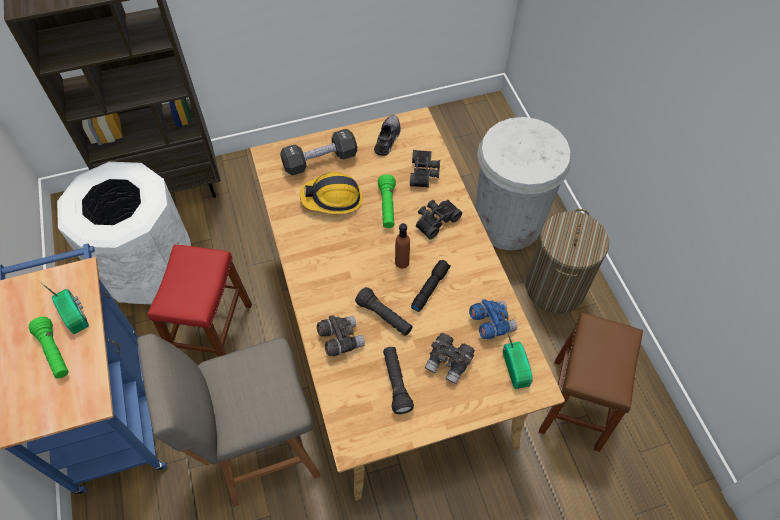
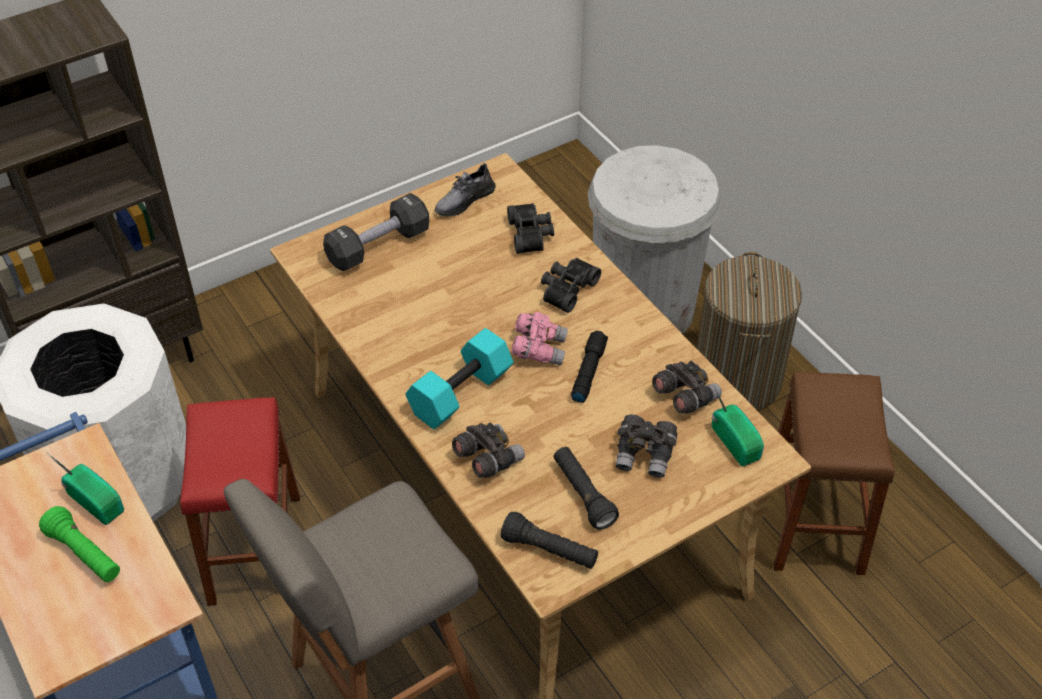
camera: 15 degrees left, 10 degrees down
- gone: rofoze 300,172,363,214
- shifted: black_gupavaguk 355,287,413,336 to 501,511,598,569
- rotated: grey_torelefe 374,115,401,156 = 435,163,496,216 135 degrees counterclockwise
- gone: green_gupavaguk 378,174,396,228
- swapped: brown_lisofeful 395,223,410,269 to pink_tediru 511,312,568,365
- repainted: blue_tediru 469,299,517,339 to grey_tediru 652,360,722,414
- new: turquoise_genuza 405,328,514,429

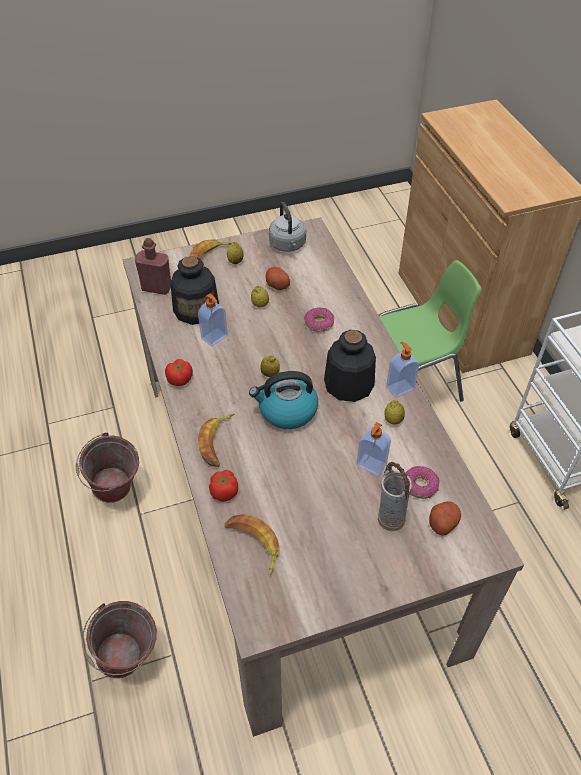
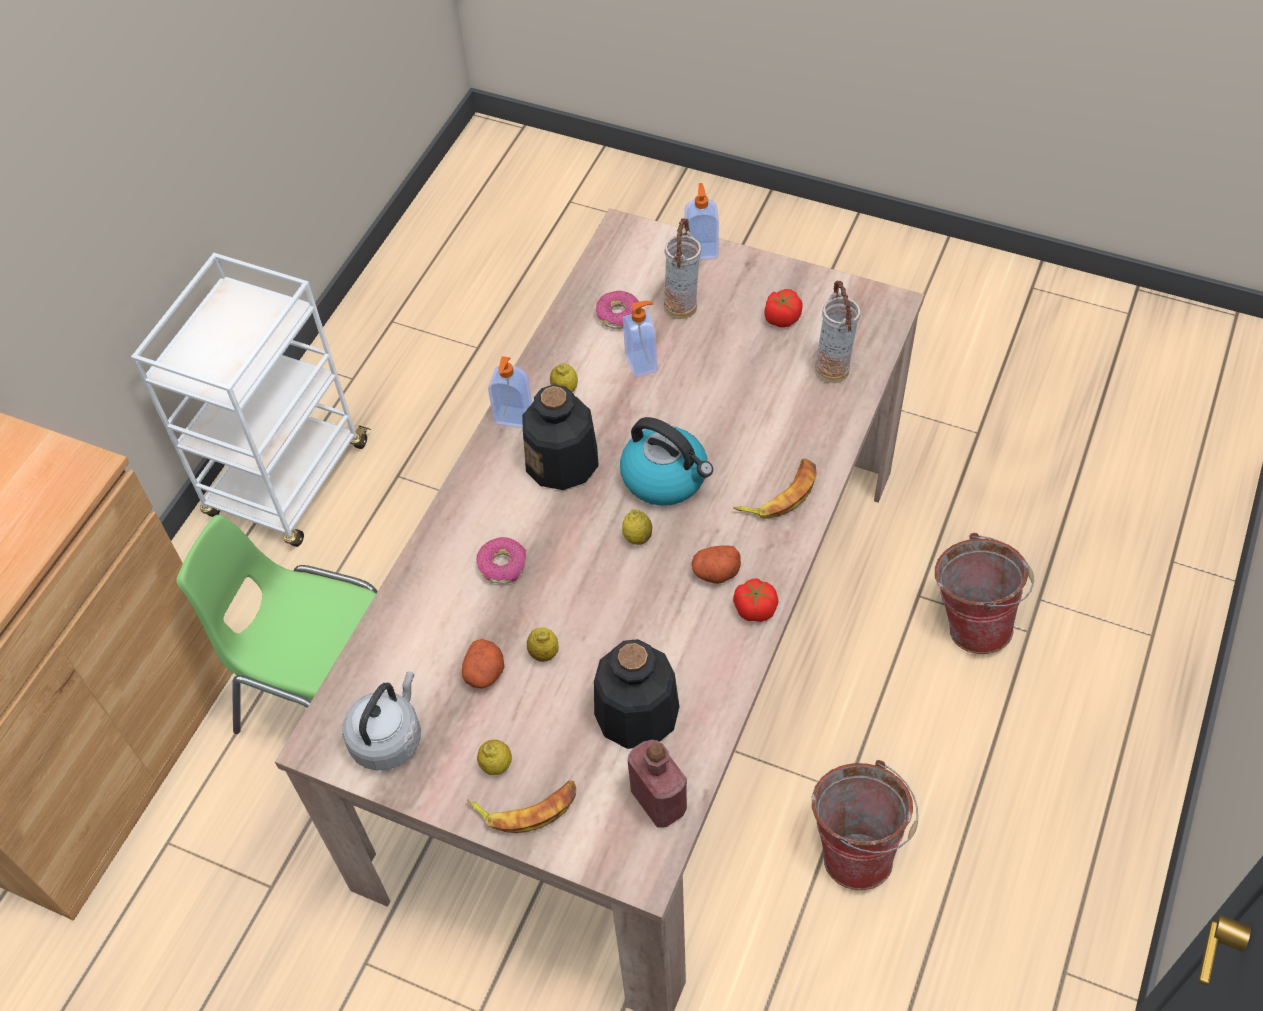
camera: 135 degrees left, 5 degrees up
- shifted: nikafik 198,294,228,346 to 684,183,719,260
- shifted: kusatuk 209,470,238,502 to 764,289,803,327
- swapped: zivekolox 224,514,280,575 to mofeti 814,281,861,383
- shifted: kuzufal 429,501,461,536 to 691,546,741,584

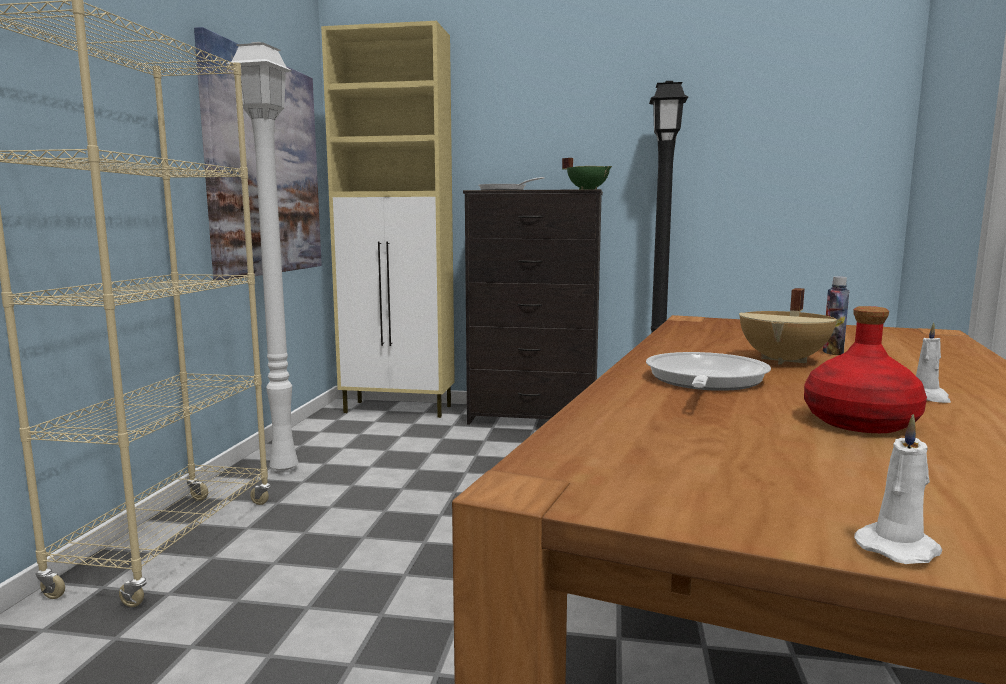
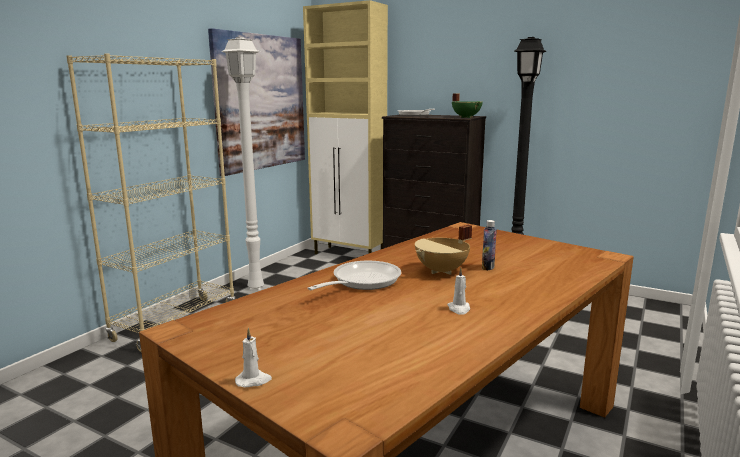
camera: 20 degrees right, 5 degrees up
- gone: red_lisofeful 804,306,927,433

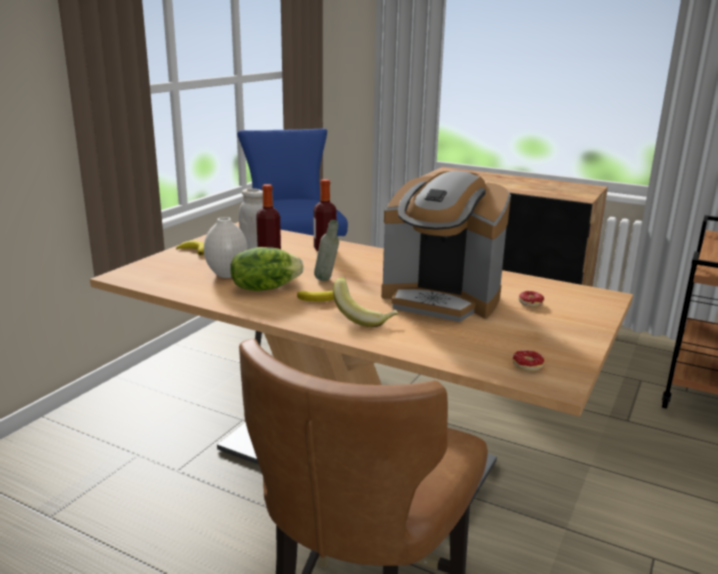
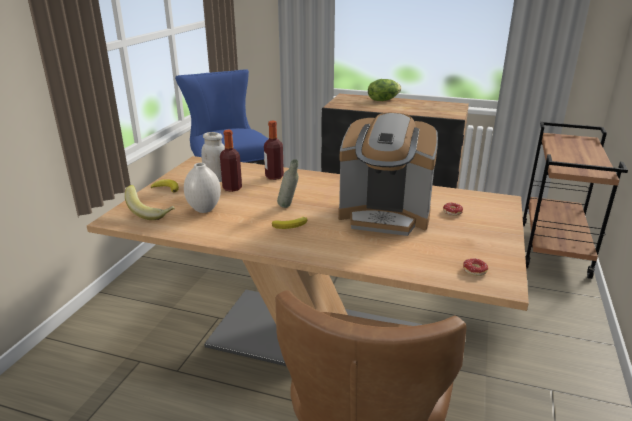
camera: 10 degrees left, 5 degrees up
- shifted: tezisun 230,247,303,291 to 368,79,401,101
- shifted: zivekolox 333,277,399,327 to 125,185,175,220

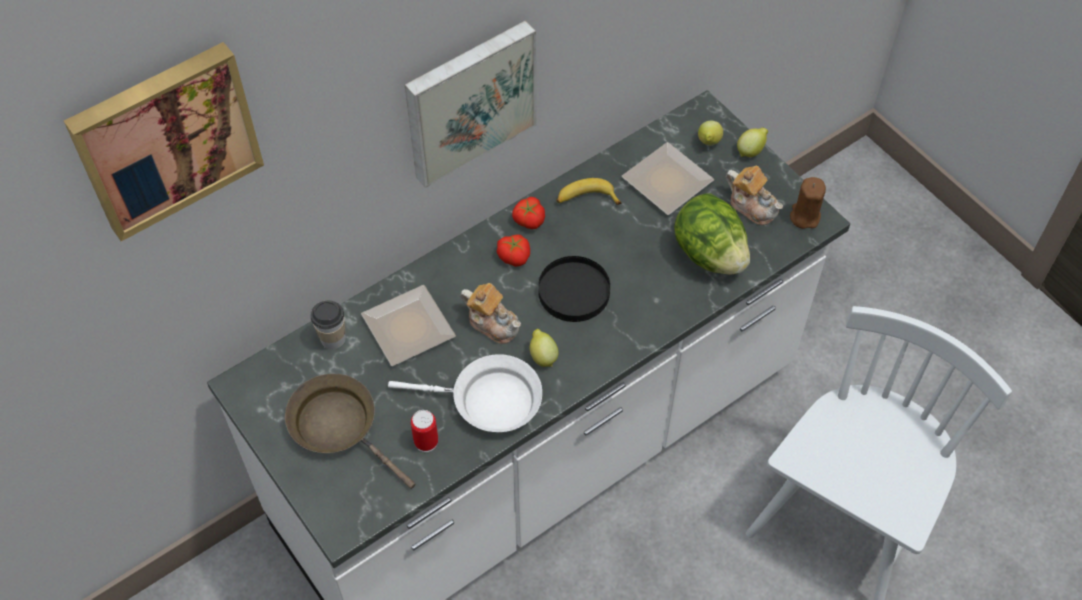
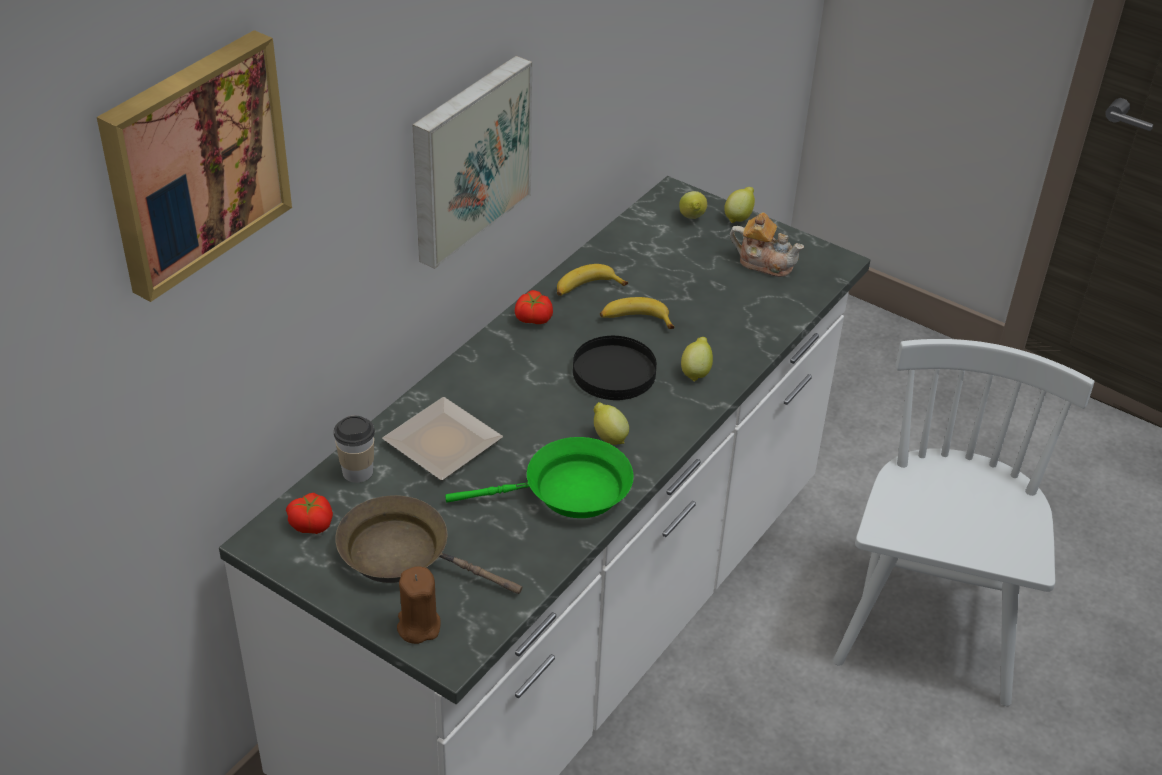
camera: 20 degrees left, 15 degrees down
- repainted: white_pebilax 388,354,542,432 to green_pebilax 445,437,634,518
- gone: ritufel 411,410,438,452
- gone: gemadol 460,283,521,344
- shifted: kusatuk 496,235,530,267 to 286,493,333,534
- gone: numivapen 622,142,714,215
- gone: tezisun 674,193,750,275
- shifted: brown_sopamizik 790,177,826,229 to 397,566,441,644
- new: zivekolox 600,297,674,329
- new: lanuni 681,337,713,382

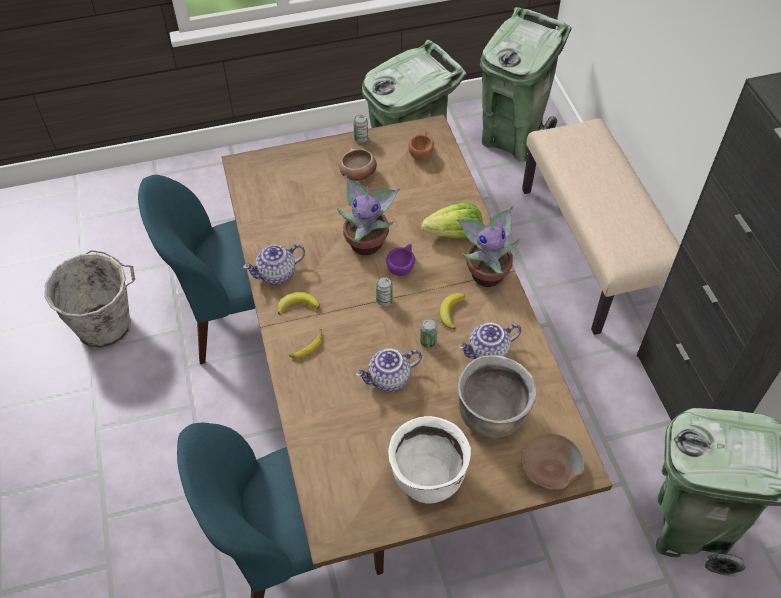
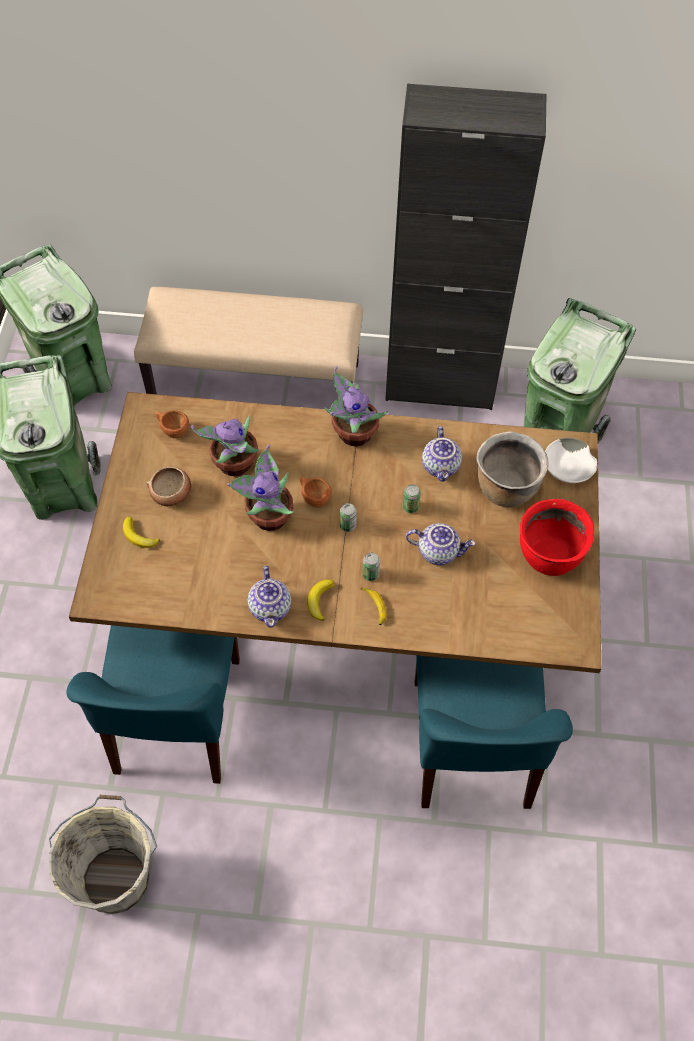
camera: 70 degrees left, 5 degrees up
- shifted: ritufel 353,115,368,143 to 362,552,380,581
- rotated: gemadol 355,348,422,392 = 406,523,476,565 75 degrees counterclockwise
- repainted: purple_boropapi 386,244,415,276 to brown_boropapi 300,476,332,507
- repainted: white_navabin 388,416,471,503 to red_navabin 520,499,594,576
- gone: tezisun 421,203,482,238
- shifted: zivekolox 439,293,465,330 to 123,517,160,548
- repainted: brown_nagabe 521,433,584,491 to white_nagabe 545,438,598,483
- new: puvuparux 191,416,259,476

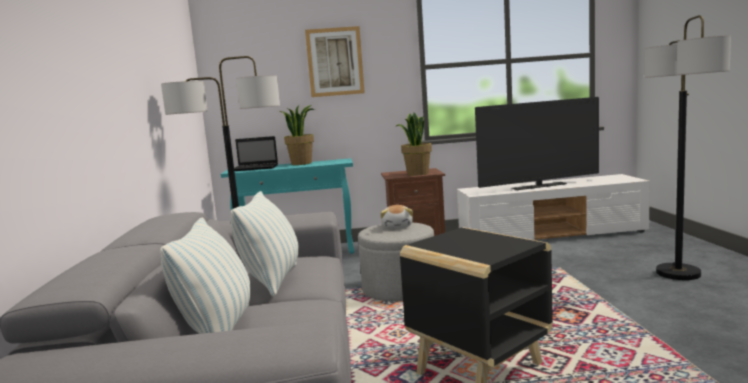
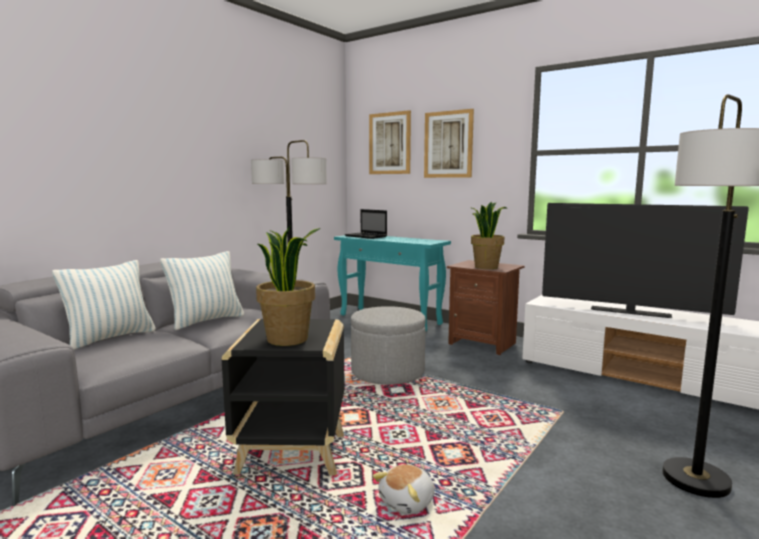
camera: 40 degrees right, 0 degrees up
- shifted: puvuparux 280,105,315,165 to 256,225,320,346
- shifted: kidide 380,205,413,229 to 373,464,435,514
- new: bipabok 369,110,411,174

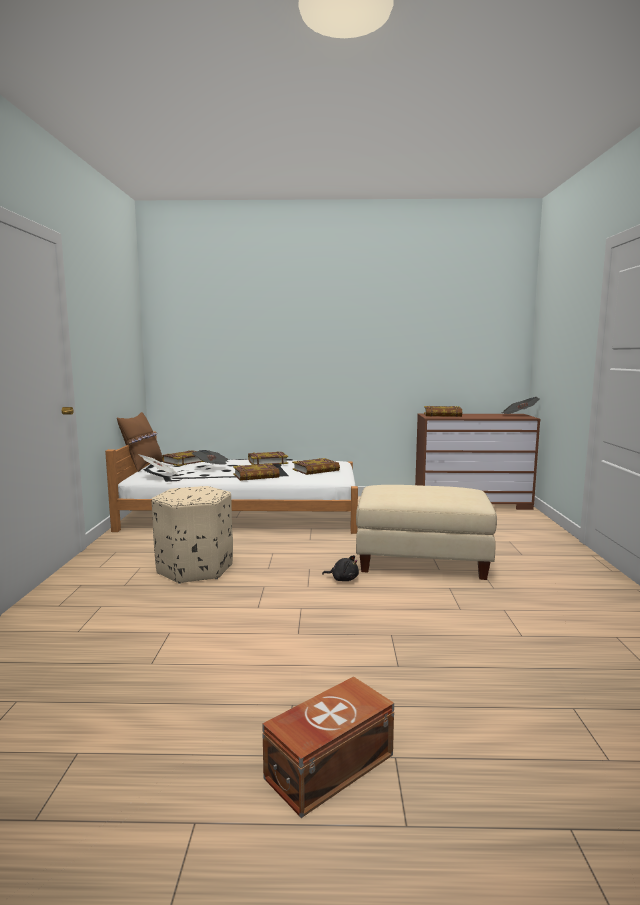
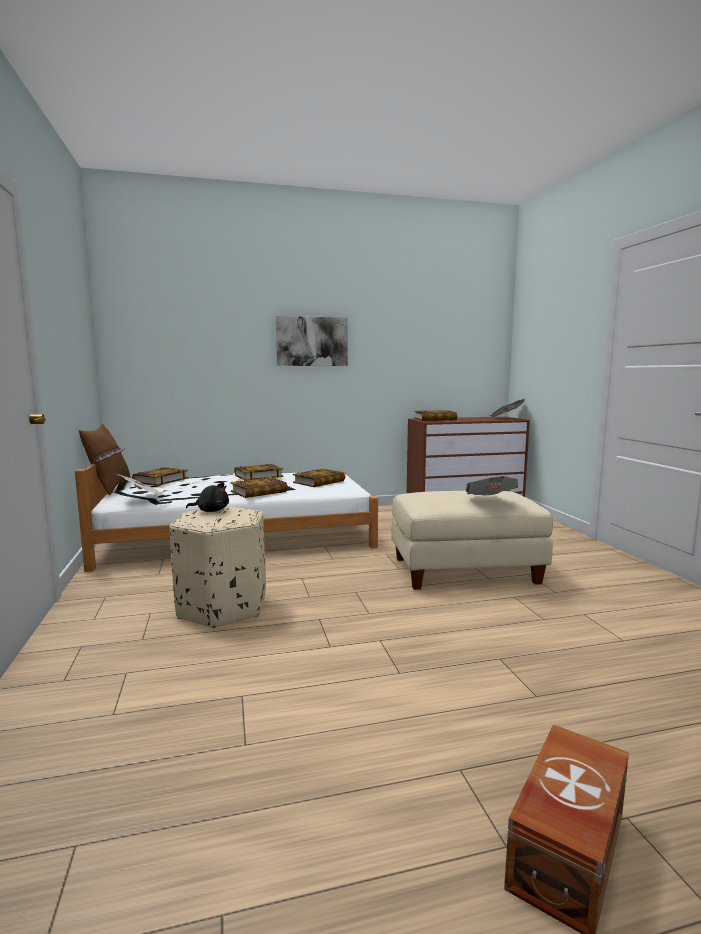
camera: 15 degrees left, 0 degrees up
- shifted: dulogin 192,450,229,465 to 466,476,518,495
- shifted: black_kidide 322,555,359,581 to 186,482,229,512
- new: bipabok 276,316,348,366

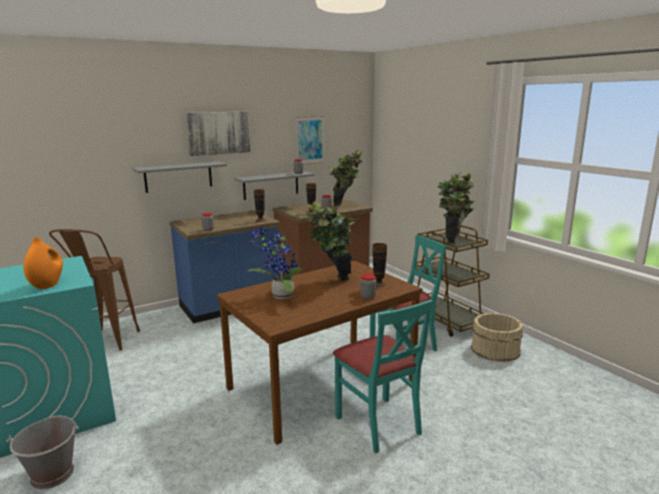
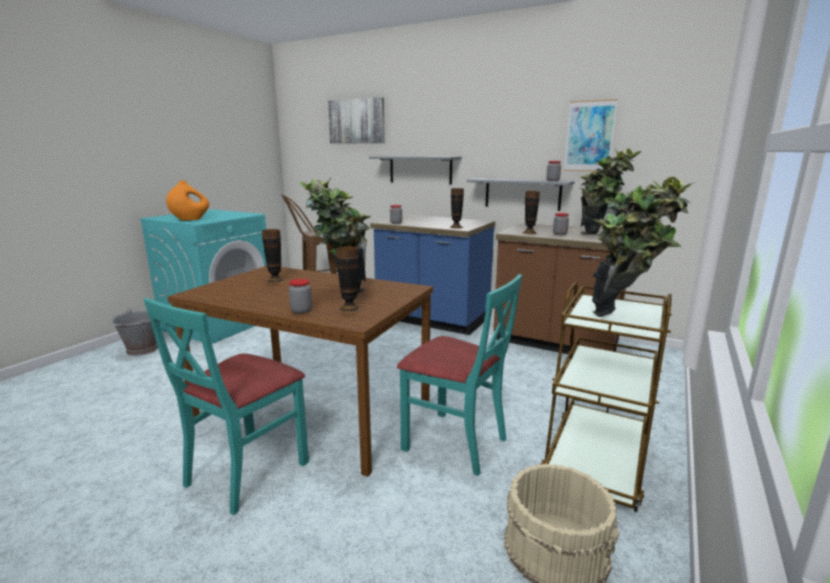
camera: 60 degrees right, 0 degrees up
- shifted: bipabok 186,112,251,156 to 328,97,385,144
- swapped: puvuparux 248,227,302,299 to mofeti 262,229,286,284

